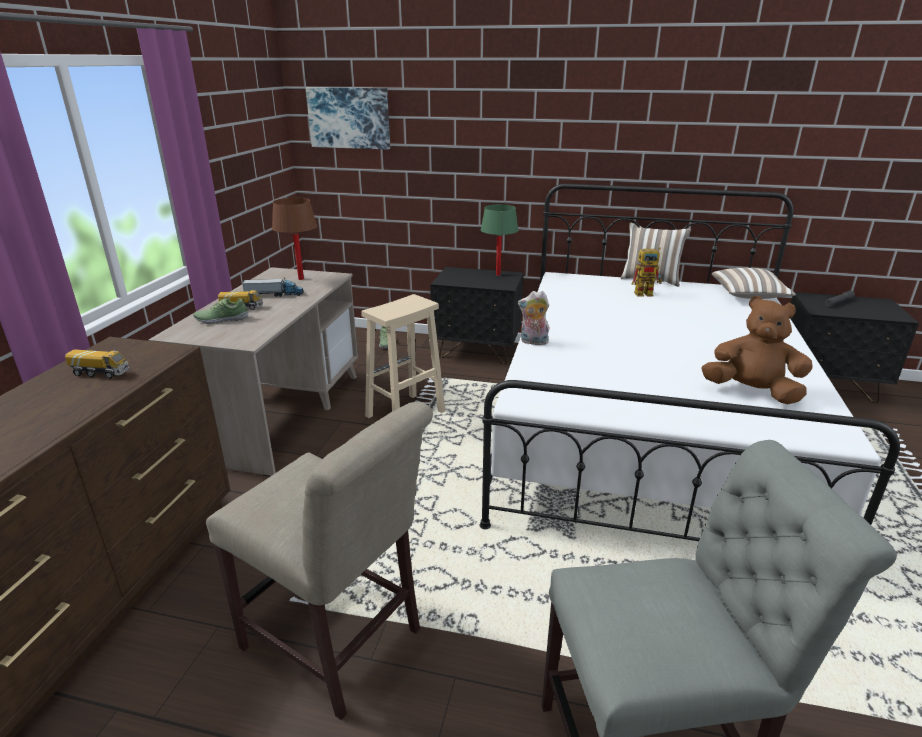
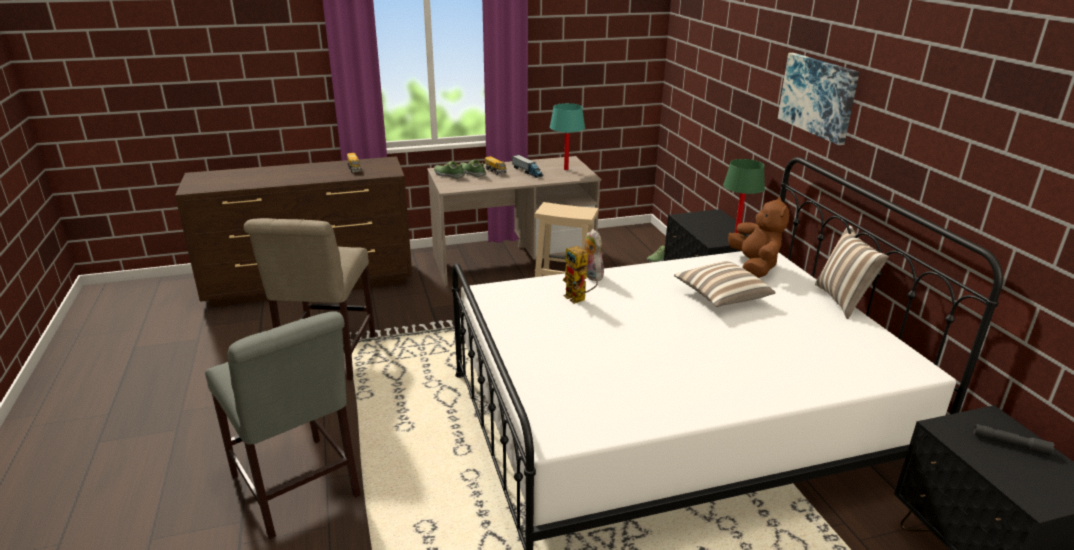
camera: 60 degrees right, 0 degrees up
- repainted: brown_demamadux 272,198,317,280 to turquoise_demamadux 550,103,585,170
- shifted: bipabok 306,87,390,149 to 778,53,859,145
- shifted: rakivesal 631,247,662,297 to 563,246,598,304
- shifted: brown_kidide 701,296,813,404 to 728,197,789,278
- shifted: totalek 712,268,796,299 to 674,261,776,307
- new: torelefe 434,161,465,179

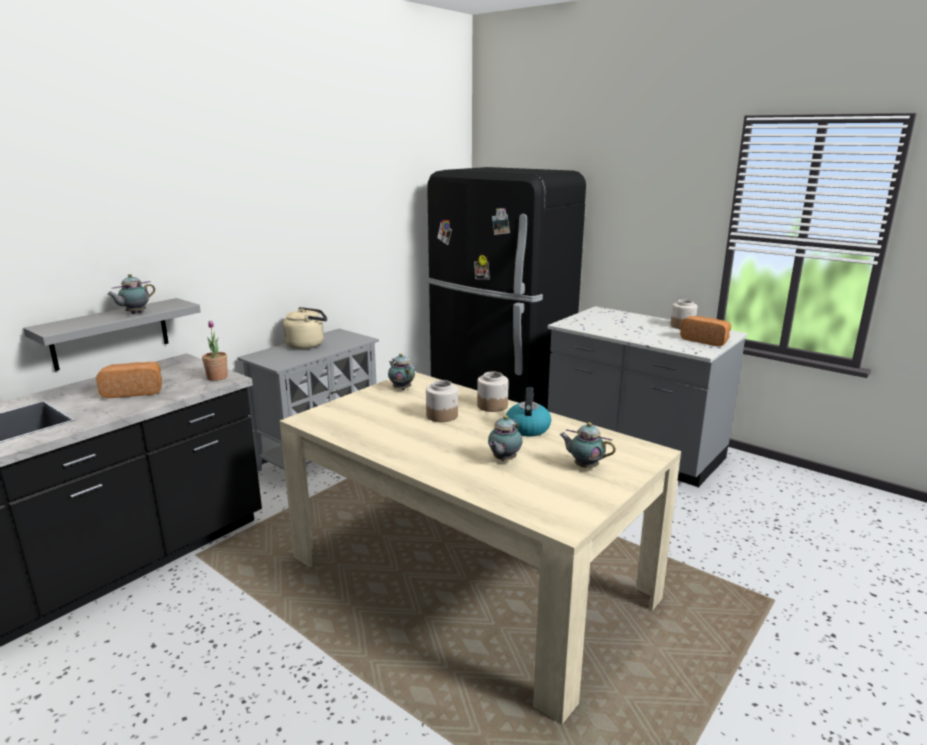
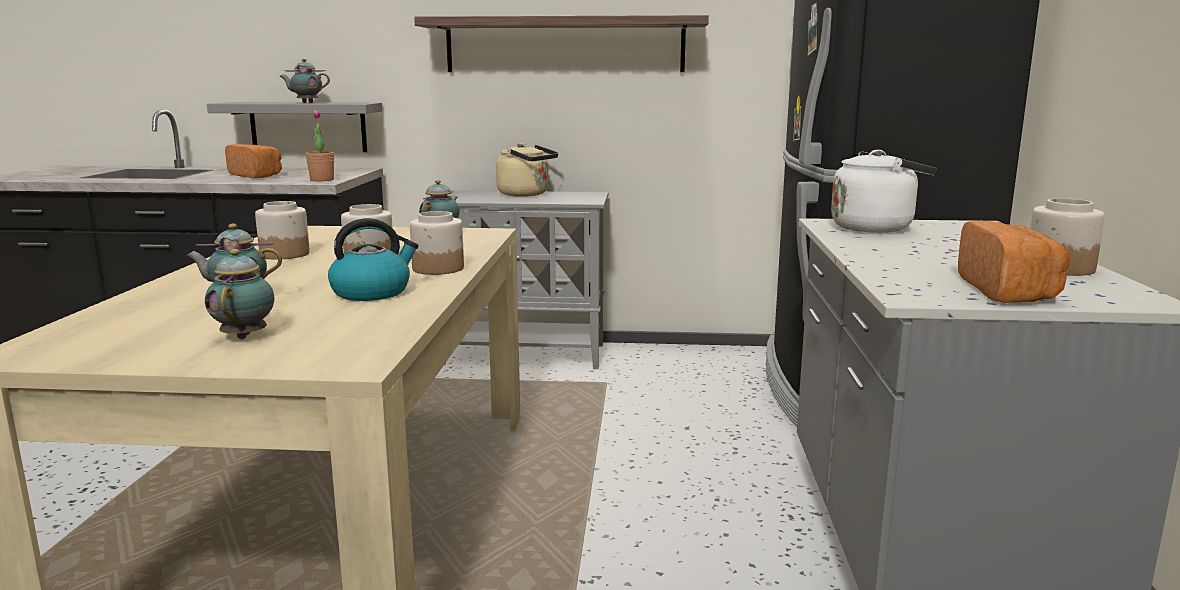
camera: 55 degrees right, 5 degrees down
- new: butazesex 255,201,310,260
- new: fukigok 414,15,709,72
- new: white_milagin 831,150,937,233

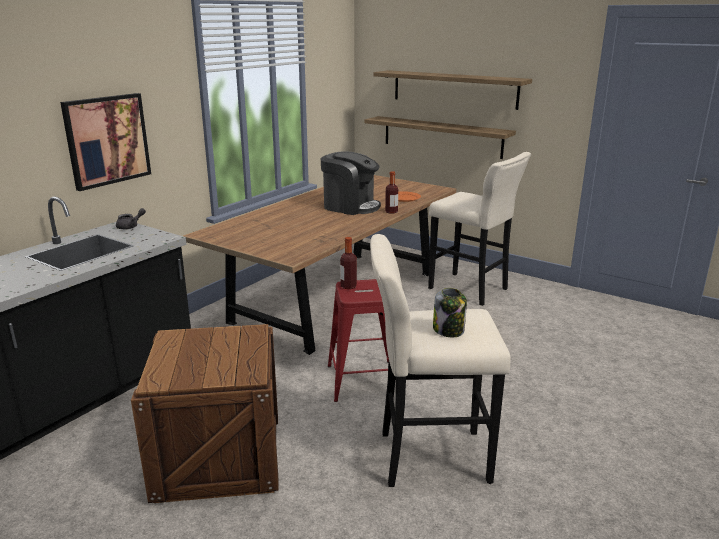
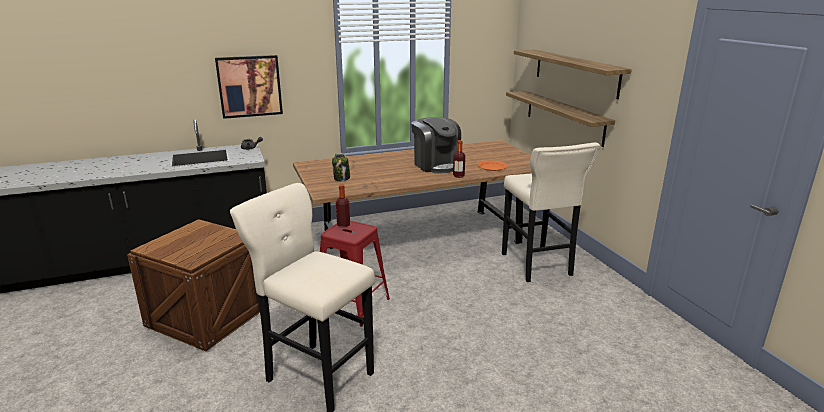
camera: 35 degrees right, 0 degrees up
- shifted: butazesex 433,288,467,337 to 332,154,350,181

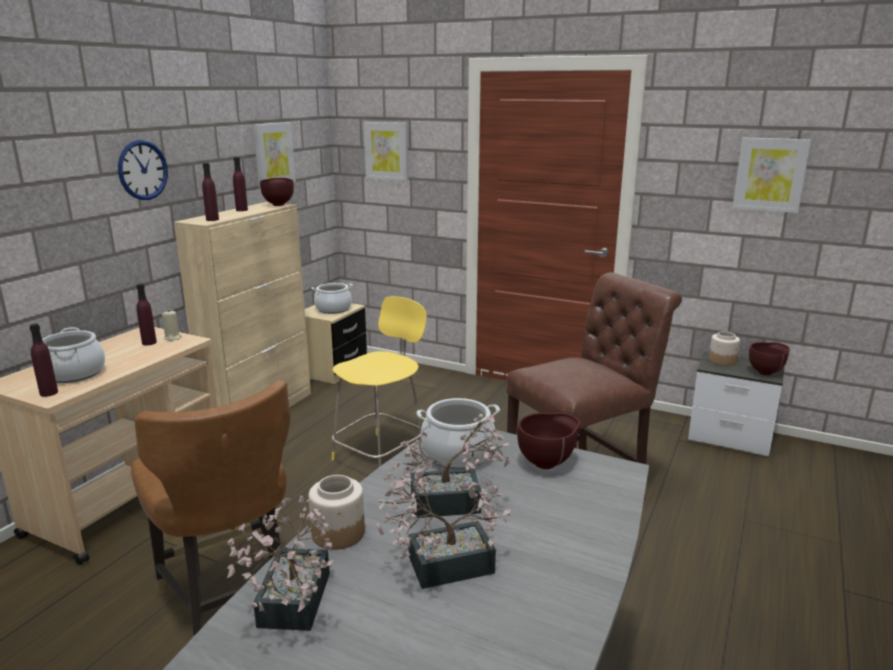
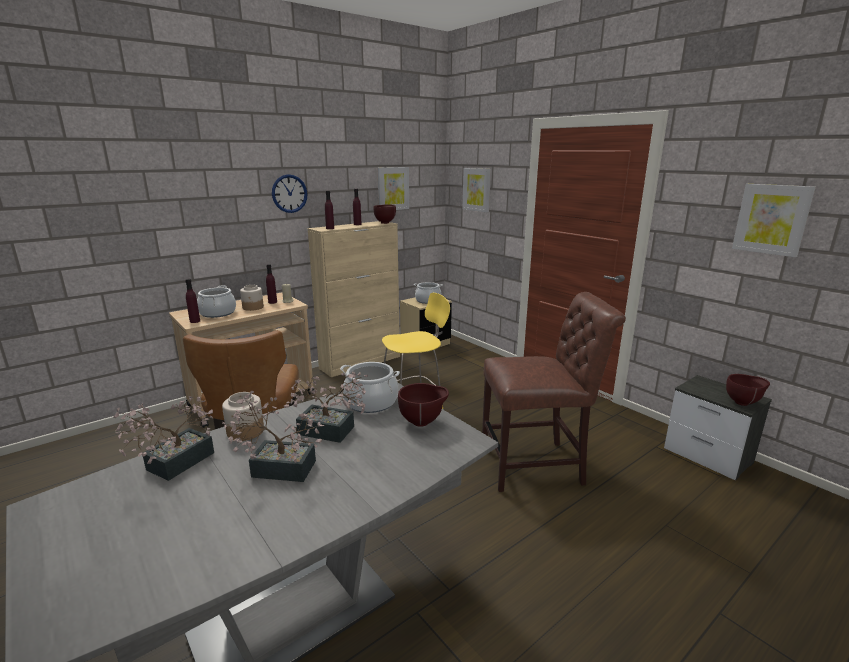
camera: 25 degrees right, 0 degrees up
- shifted: butazesex 709,331,740,366 to 240,285,264,311

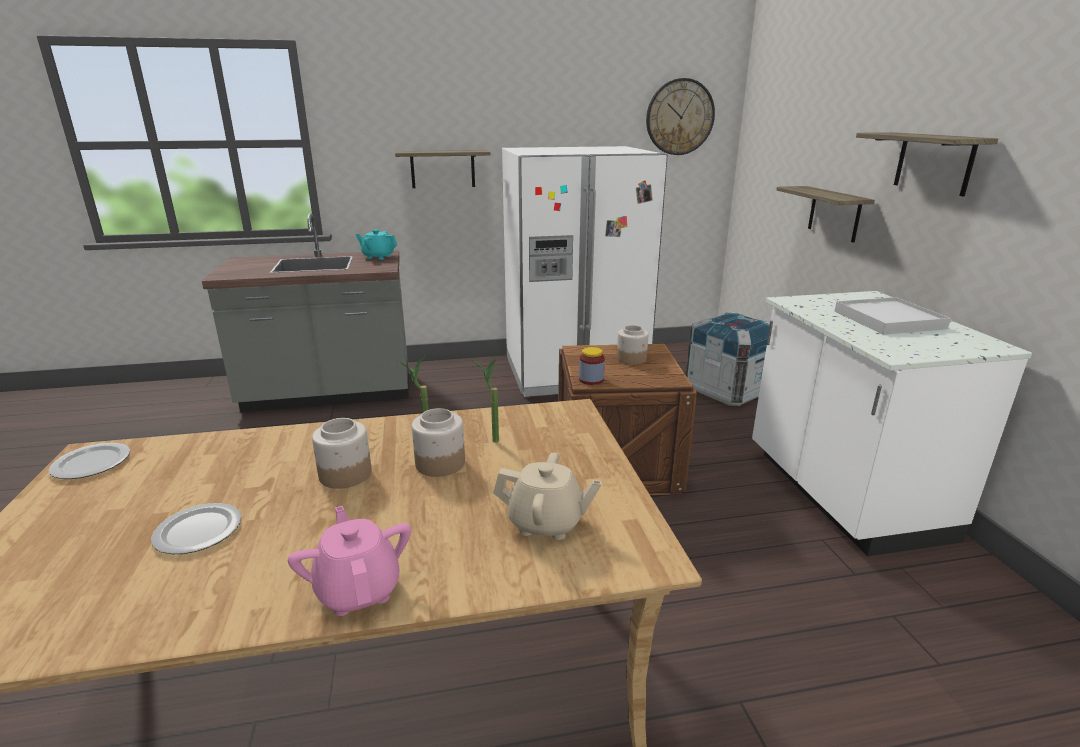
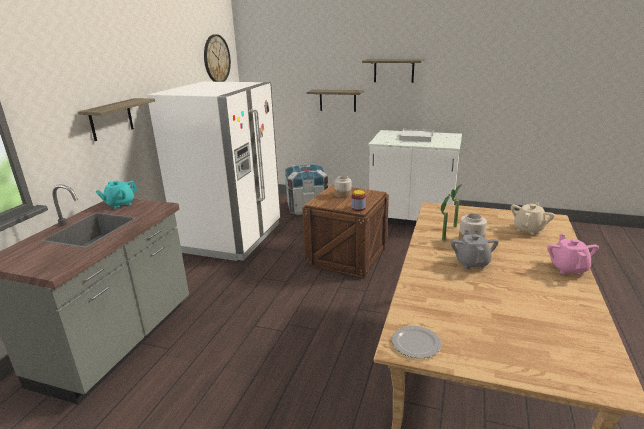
camera: 60 degrees left, 0 degrees up
- gone: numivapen 151,503,241,554
- rotated: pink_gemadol 288,506,411,616 = 547,234,599,275 90 degrees clockwise
- swapped: butazesex 312,418,372,489 to grey_gemadol 451,230,499,269

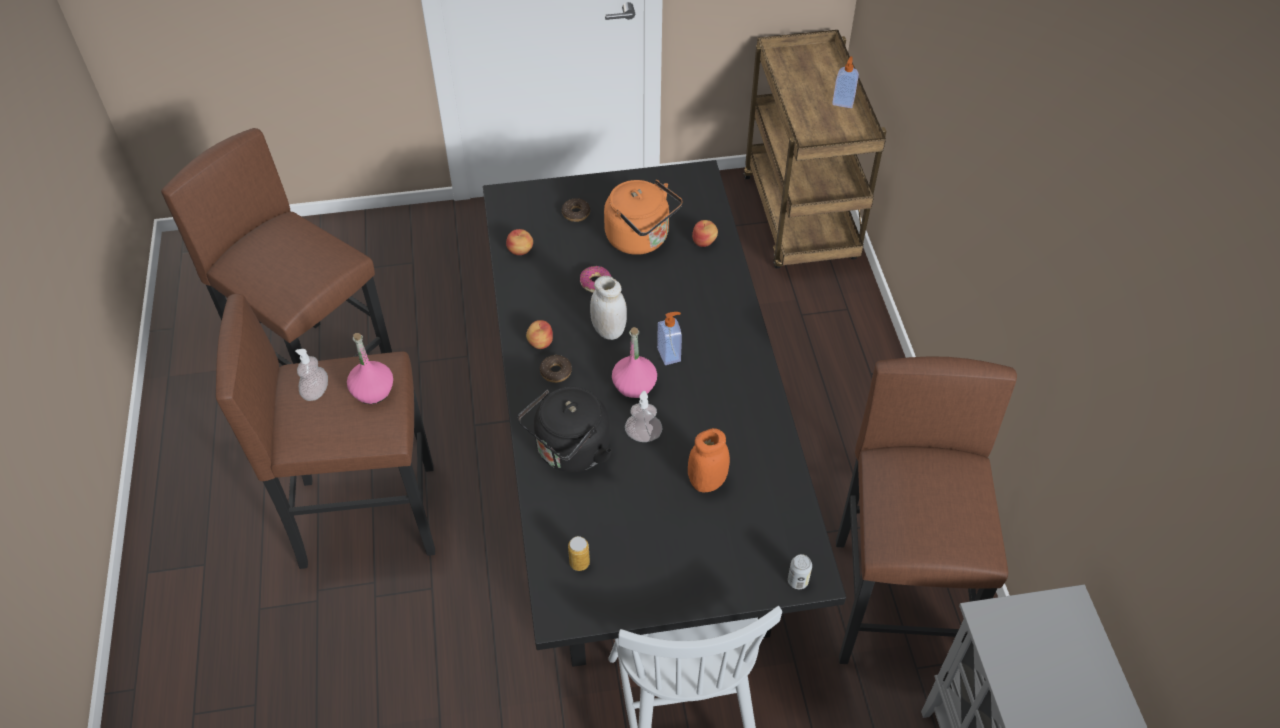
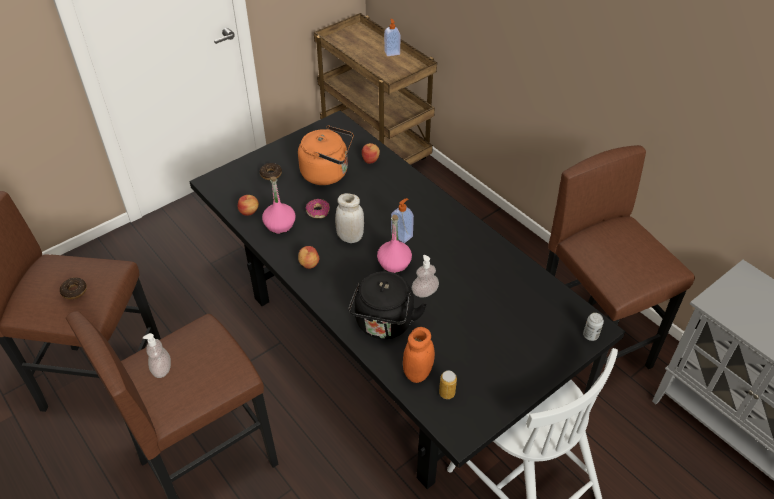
camera: 30 degrees left, 5 degrees down
- shifted: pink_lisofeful 347,333,393,404 to 262,177,296,234
- shifted: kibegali 540,355,572,383 to 60,278,87,299
- shifted: orange_butazesex 688,428,730,493 to 403,327,435,383

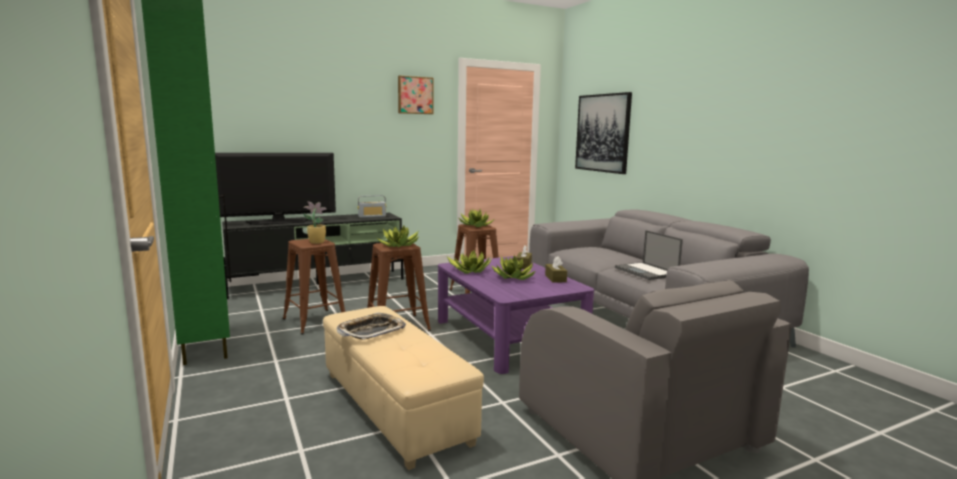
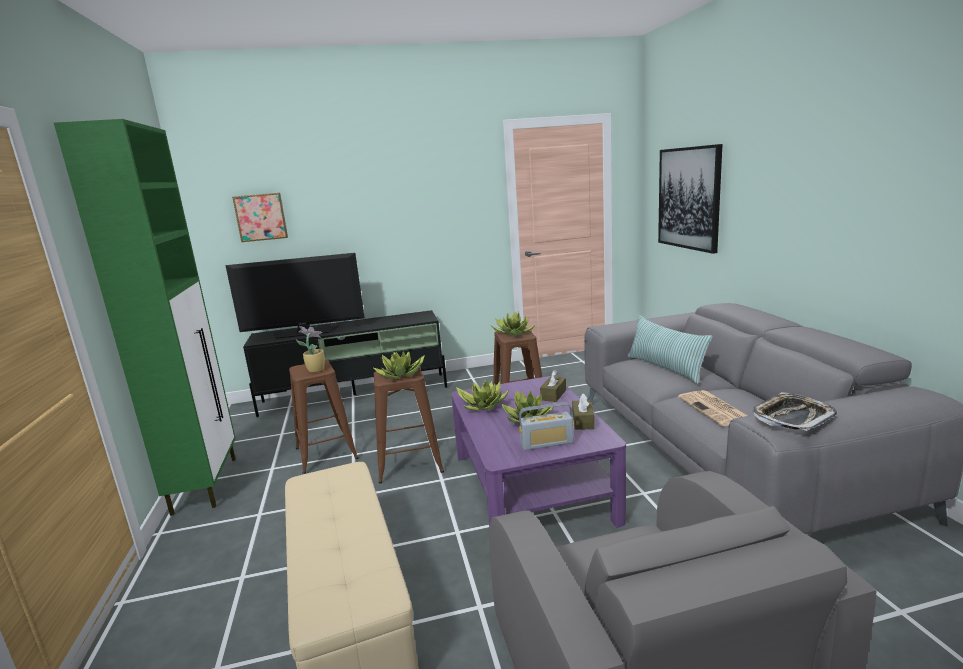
camera: 15 degrees right, 5 degrees up
- shifted: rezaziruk 336,312,406,340 to 753,392,837,431
- shifted: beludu 358,195,386,218 to 519,402,574,450
- shifted: bipabok 398,76,433,114 to 232,193,288,242
- swapped: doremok 615,230,683,280 to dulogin 678,390,748,426
- new: totalek 628,315,713,384

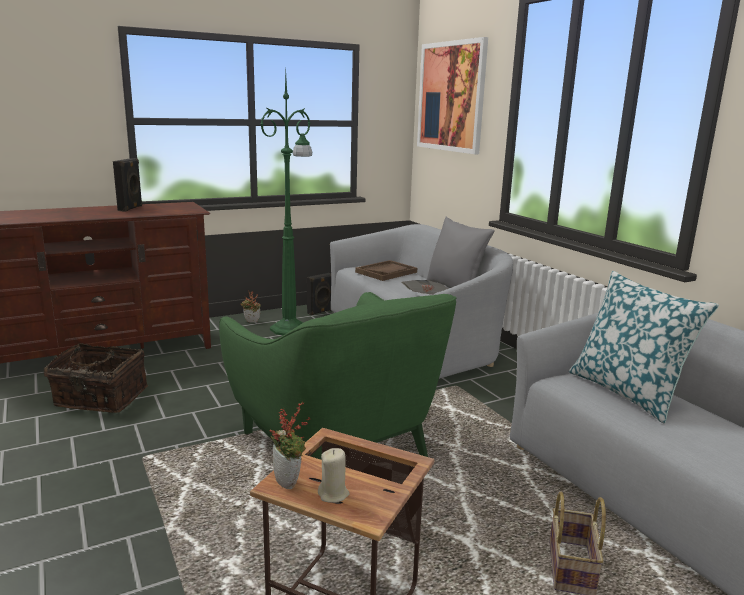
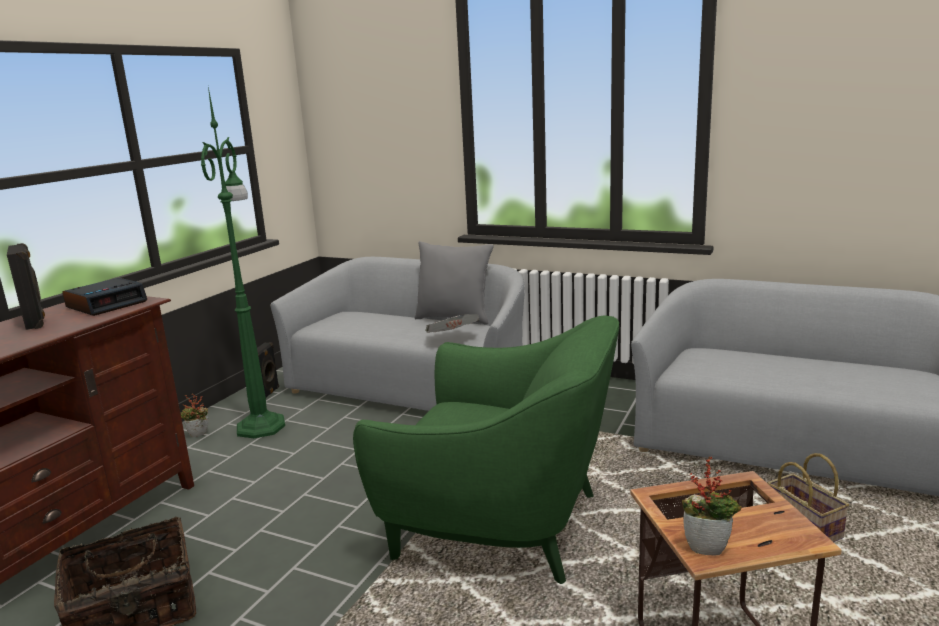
camera: 35 degrees left, 0 degrees up
- gone: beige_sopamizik 318,448,349,503
- gone: brown_rezaziruk 355,260,417,281
- gone: bipabok 417,37,488,154
- gone: totalek 569,271,719,424
- new: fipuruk 62,278,147,316

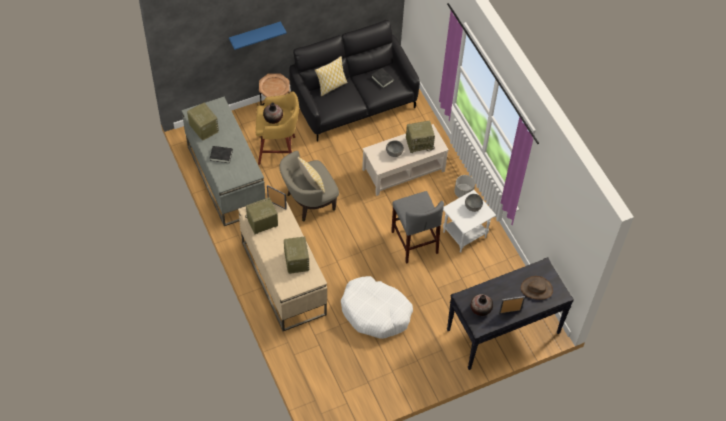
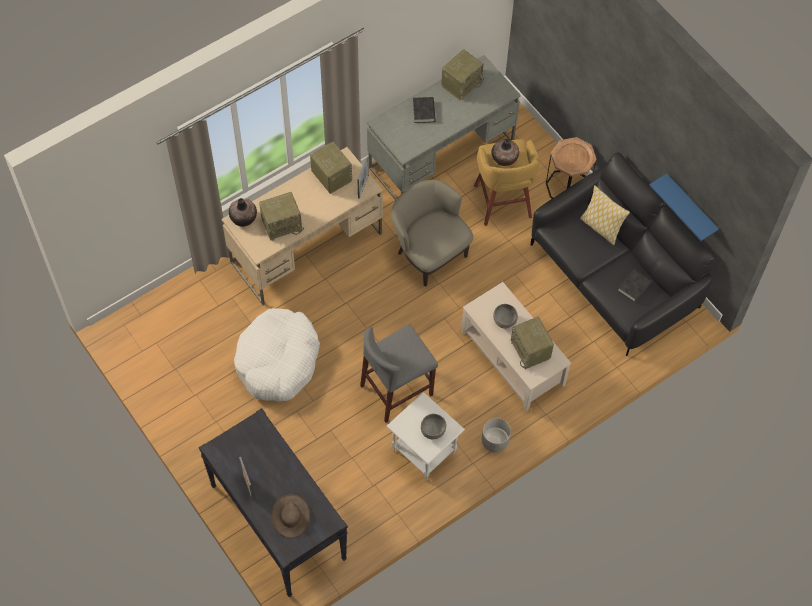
camera: 80 degrees right, 5 degrees up
- shifted: blue_fukigok 229,21,287,50 to 650,174,719,241
- gone: totalek 297,157,325,194
- shifted: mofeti 471,294,493,316 to 229,198,257,227

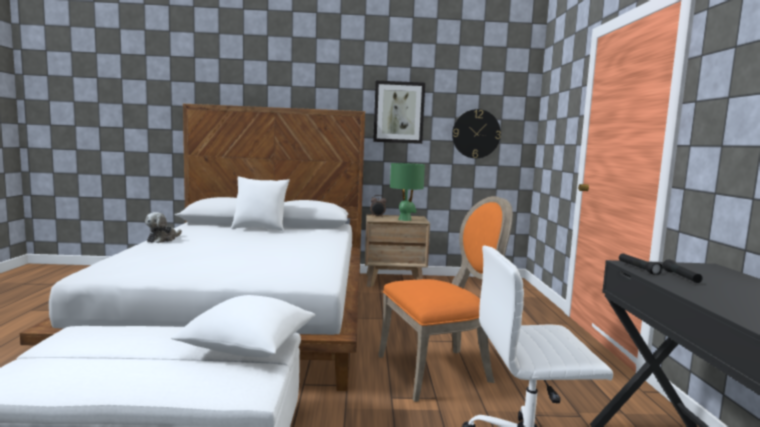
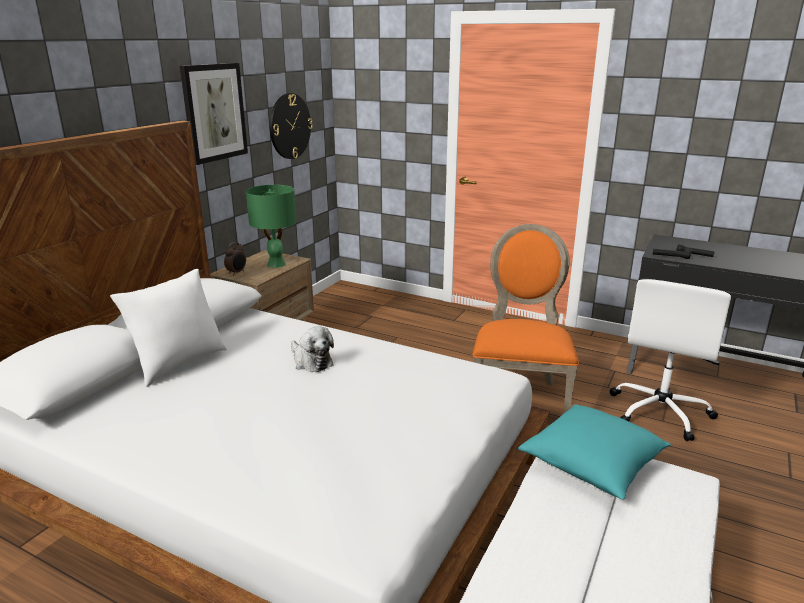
camera: 60 degrees left, 15 degrees up
- shifted: kidide 145,212,182,243 to 291,326,334,372
- repainted: white_totalek 171,295,315,357 to turquoise_totalek 518,404,671,500

